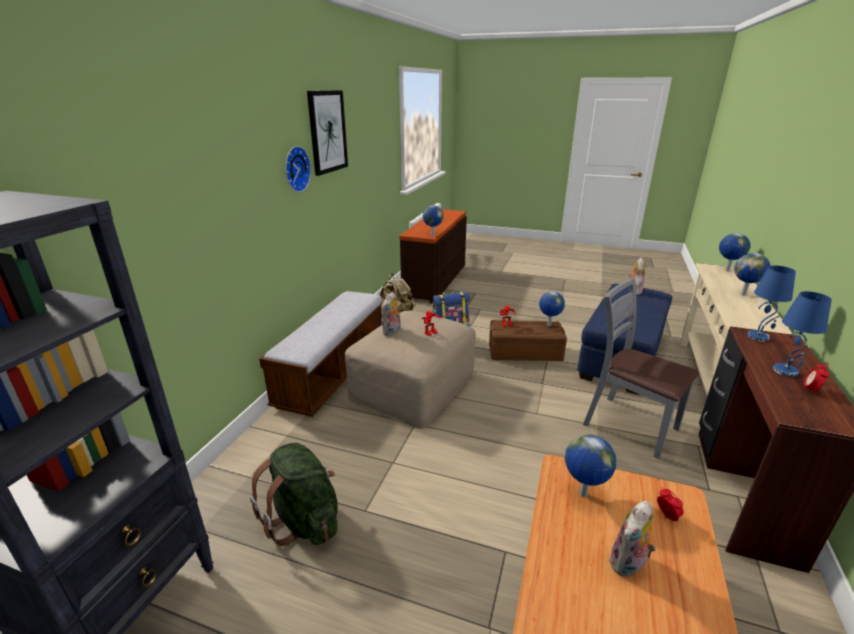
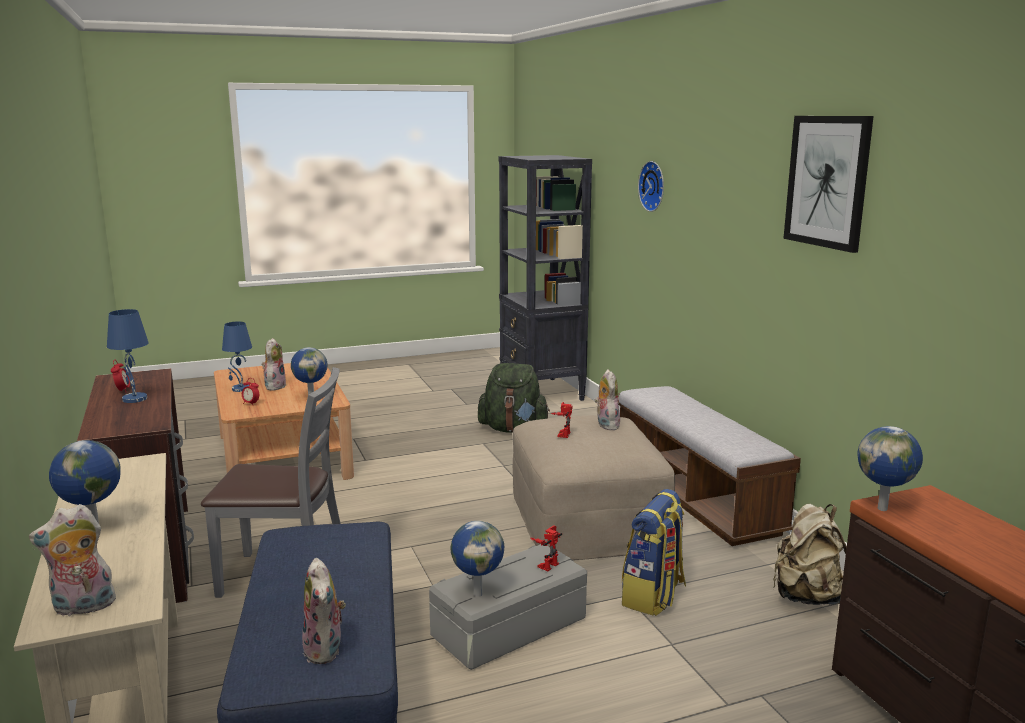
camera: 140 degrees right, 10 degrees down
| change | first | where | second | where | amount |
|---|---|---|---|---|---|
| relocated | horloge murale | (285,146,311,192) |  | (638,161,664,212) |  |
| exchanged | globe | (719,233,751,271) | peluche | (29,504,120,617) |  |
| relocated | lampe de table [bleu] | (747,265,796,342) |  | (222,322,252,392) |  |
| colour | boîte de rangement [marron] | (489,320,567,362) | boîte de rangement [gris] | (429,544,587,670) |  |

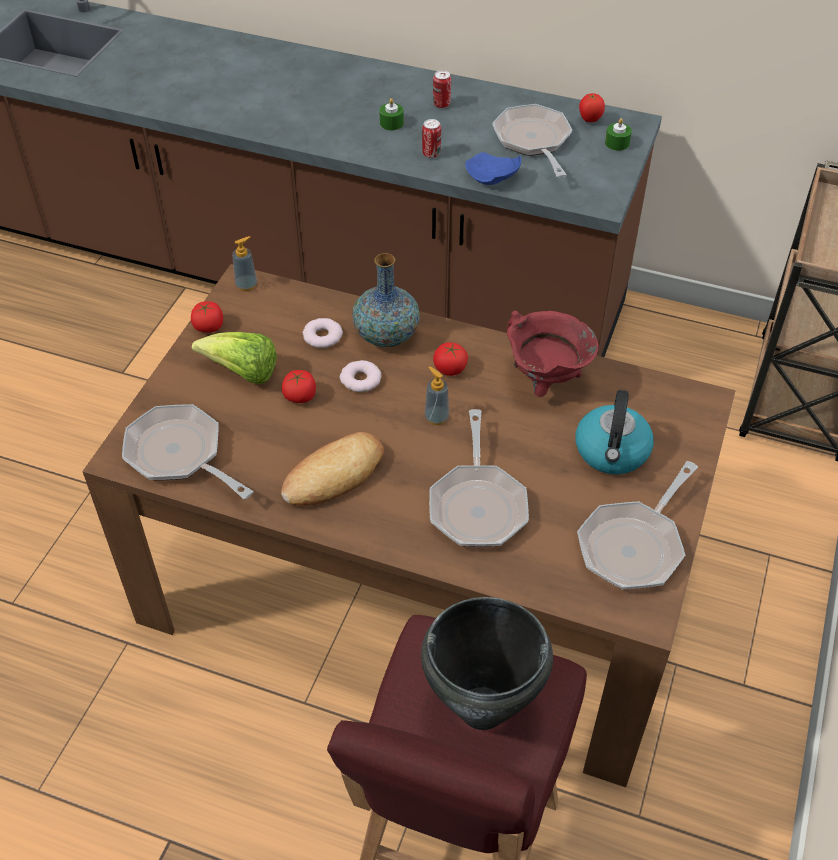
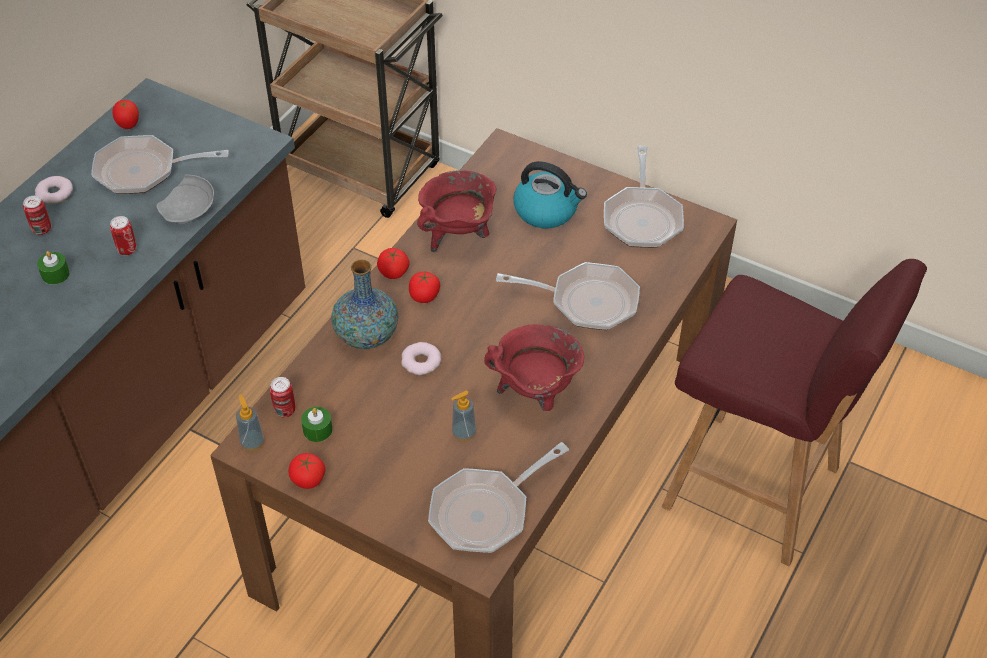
camera: 80 degrees left, 0 degrees up
| change | first | where | second | where | amount |
|---|---|---|---|---|---|
| relocated | bougie [vert] | (605,118,632,151) |  | (301,407,333,442) |  |
| colour | assiette [bleu] | (465,152,521,185) | assiette [gris] | (156,174,214,224) |  |
| relocated | beignet | (303,318,343,348) |  | (35,176,73,204) |  |
| missing | laitue | (192,332,277,384) |  |  |  |
| relocated | distributeur de savon | (425,366,449,425) |  | (451,391,476,441) |  |
| relocated | tomate | (282,370,316,403) |  | (377,248,410,279) |  |
| exchanged | pain | (281,432,384,506) | marmite [rouge] | (484,324,584,411) |  |
| spun | poêle | (577,461,698,589) |  | (604,146,684,248) | 45 degrees clockwise |
| missing | marmite [noir] | (421,597,553,730) |  |  |  |
| appeared |  |  | boîte métallique | (270,377,295,417) |  |

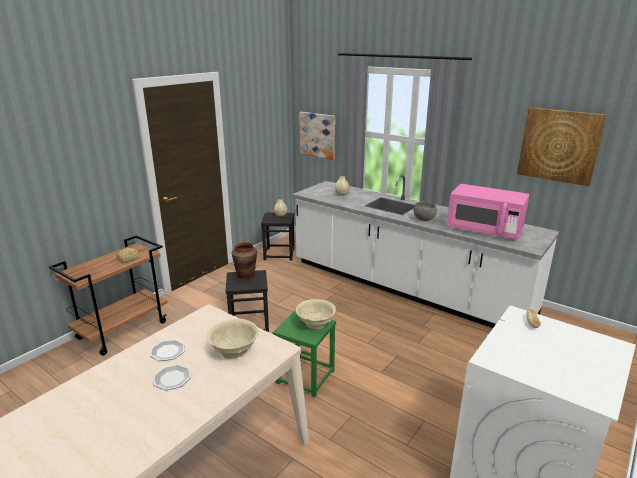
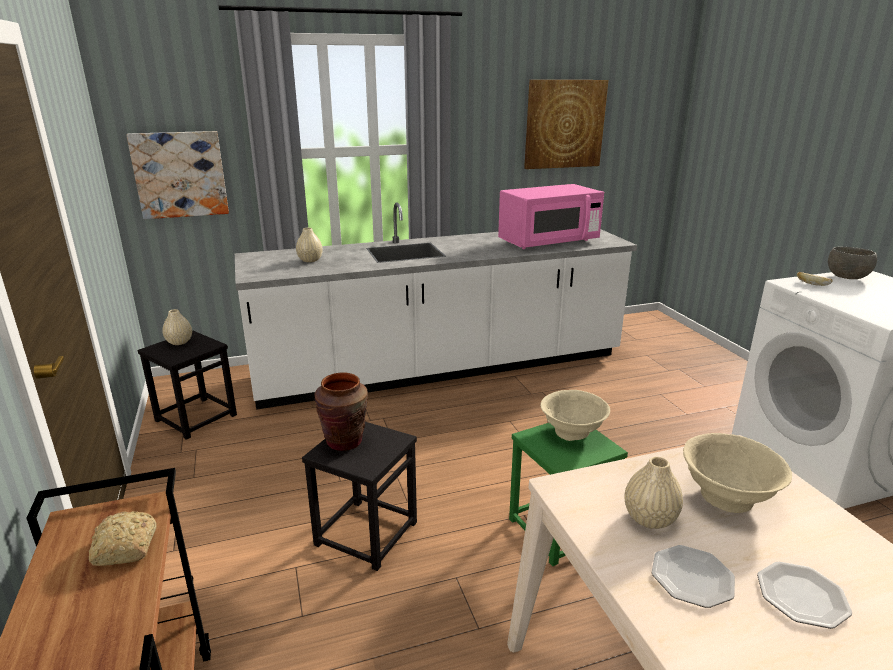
camera: 55 degrees left, 0 degrees up
| change | first | where | second | where | amount |
|---|---|---|---|---|---|
| relocated | bol [gris] | (414,202,437,221) |  | (828,247,877,279) |  |
| appeared |  |  | vase [beige] | (625,457,683,529) |  |

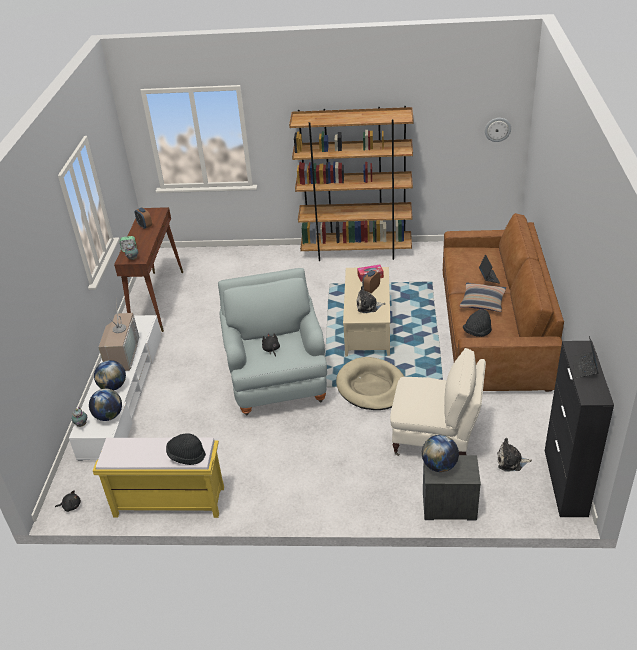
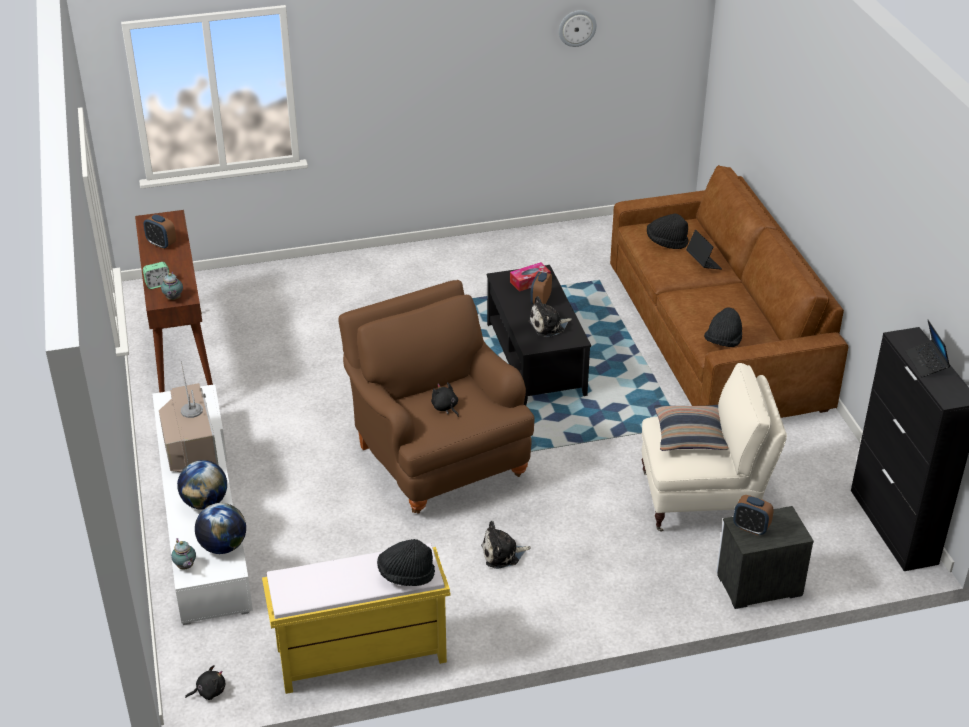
camera: 20 degrees left, 0 degrees up
| change | first | where | second | where | amount |
|---|---|---|---|---|---|
| missing | bibliothèque [marron] | (289,106,414,261) |  |  |  |
| relocated | horloge murale | (485,118,511,142) |  | (559,10,597,47) |  |
| colour | table basse [beige] | (343,267,390,356) | table basse [noir] | (487,265,591,405) |  |
| colour | fauteuil [gris] | (218,268,327,415) | fauteuil [marron] | (338,280,534,513) |  |
| relocated | coussin | (459,282,506,312) |  | (654,405,729,451) |  |
| missing | panier pour chien [beige] | (336,357,404,410) |  |  |  |
| exchanged | globe | (422,435,459,472) | réveil | (733,495,774,535) |  |
| relocated | peluche | (497,438,532,472) |  | (481,521,531,569) |  |
| appeared |  |  | chapeau [noir] | (647,213,688,249) |  |

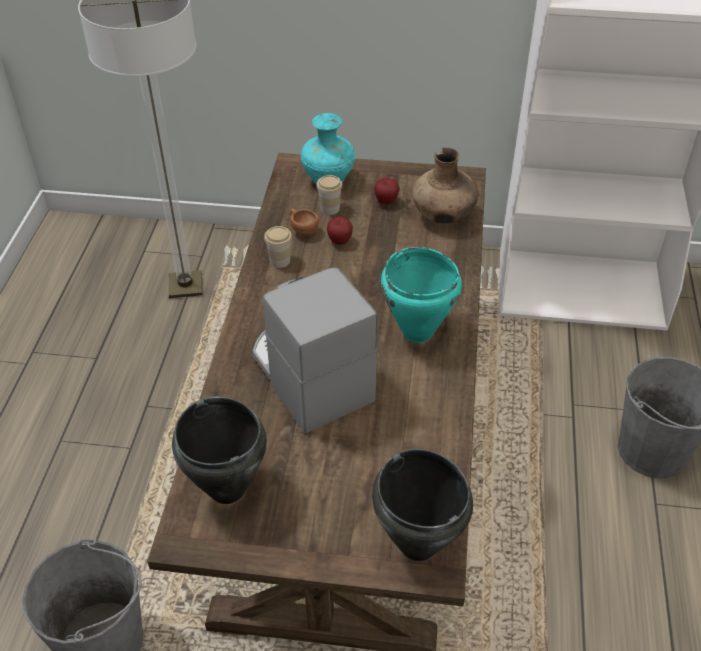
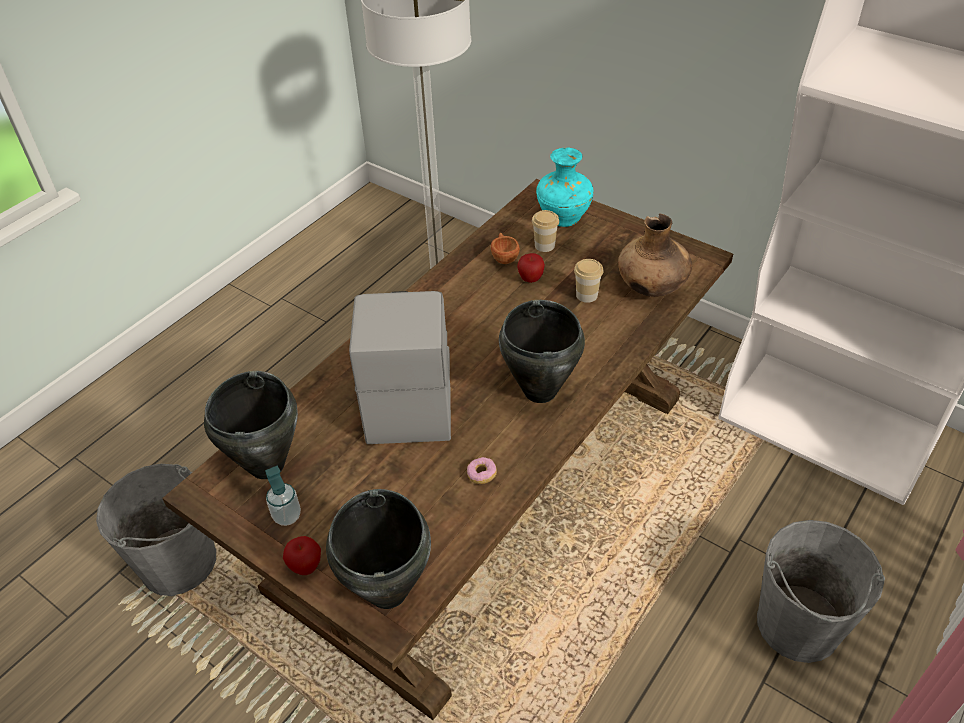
camera: 30 degrees right, 0 degrees up
| change | first | where | second | where | amount |
|---|---|---|---|---|---|
| relocated | pomme | (374,178,400,204) |  | (283,536,321,575) |  |
| relocated | tasse | (264,226,292,268) |  | (574,259,603,303) |  |
| colour | marmite [turquoise] | (381,247,462,343) | marmite [noir] | (499,300,585,403) |  |
| appeared |  |  | beignet | (467,457,497,484) |  |
| appeared |  |  | distributeur de savon | (265,466,301,526) |  |

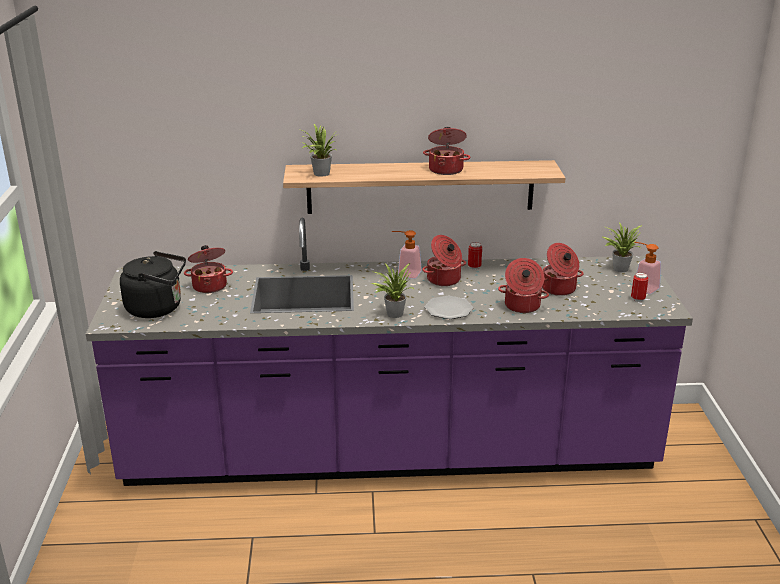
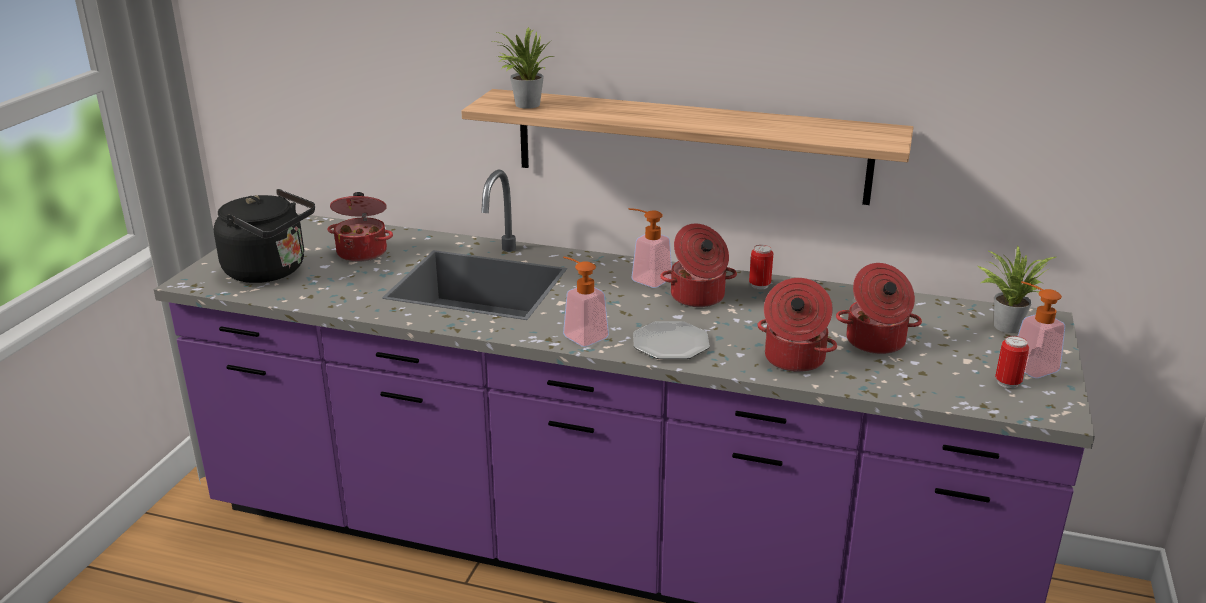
camera: 20 degrees right, 0 degrees up
| change | first | where | second | where | amount |
|---|---|---|---|---|---|
| missing | marmite | (423,127,470,175) |  |  |  |
| exchanged | plante en pot | (371,263,415,318) | distributeur de savon | (563,256,609,347) |  |

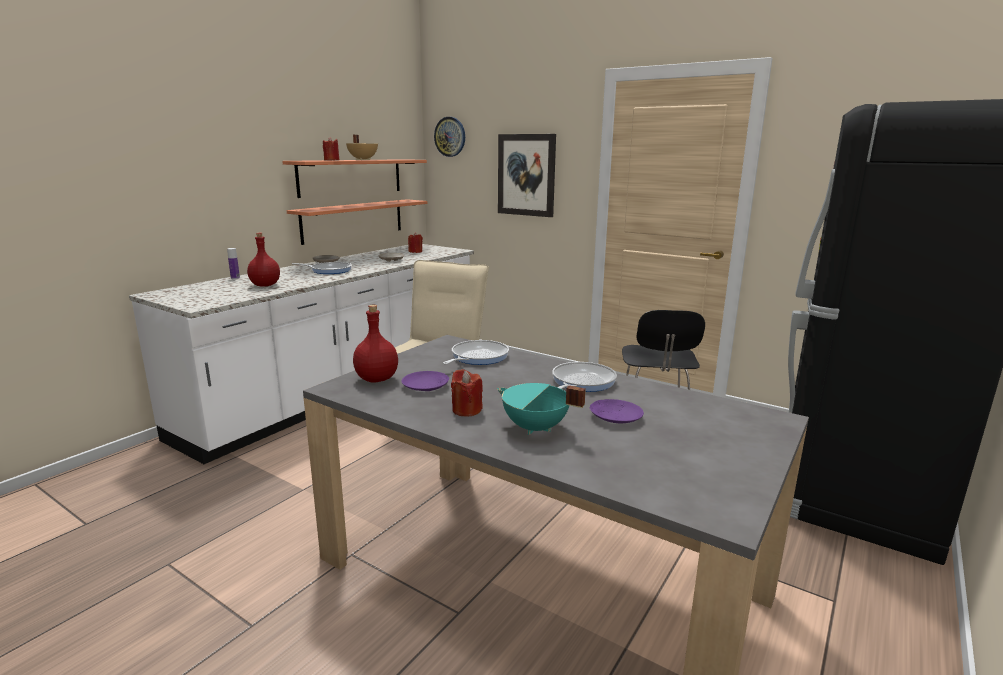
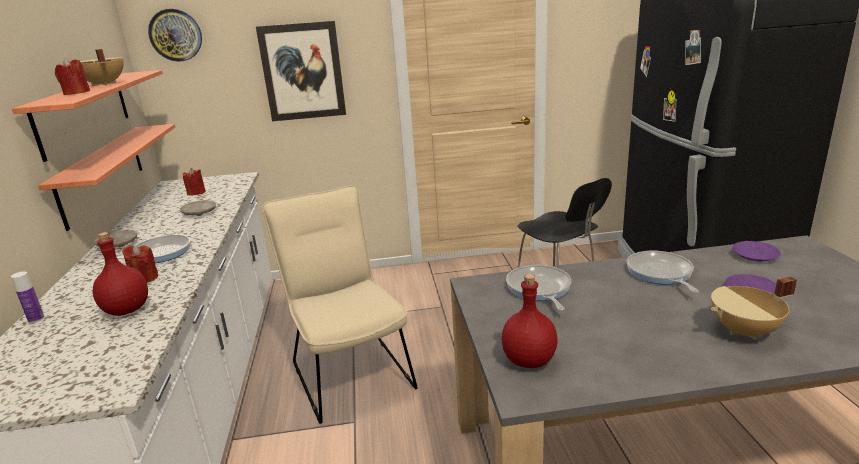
camera: 40 degrees left, 5 degrees up
| change | first | where | second | where | amount |
|---|---|---|---|---|---|
| relocated | bougie [rouge] | (451,369,483,416) |  | (122,245,158,283) |  |
| relocated | assiette [violet] | (401,371,449,391) |  | (732,241,781,261) |  |
| colour | marmite [turquoise] | (497,383,586,435) | marmite [beige] | (711,277,797,340) |  |

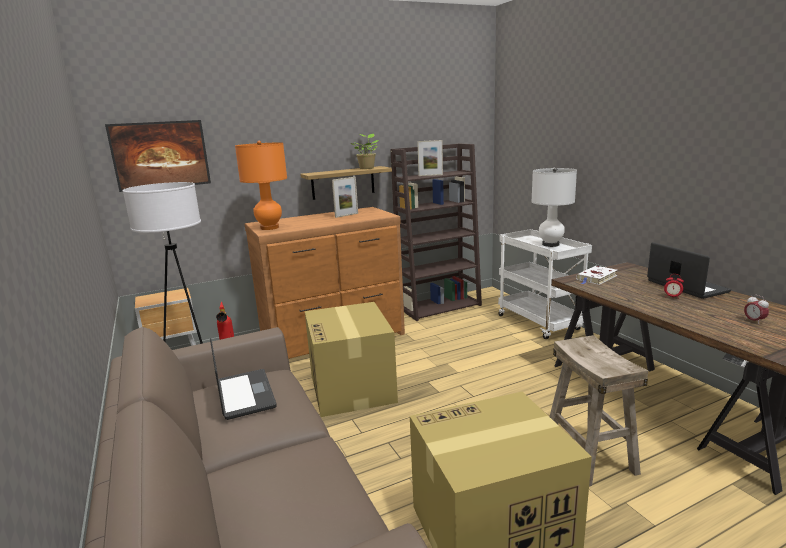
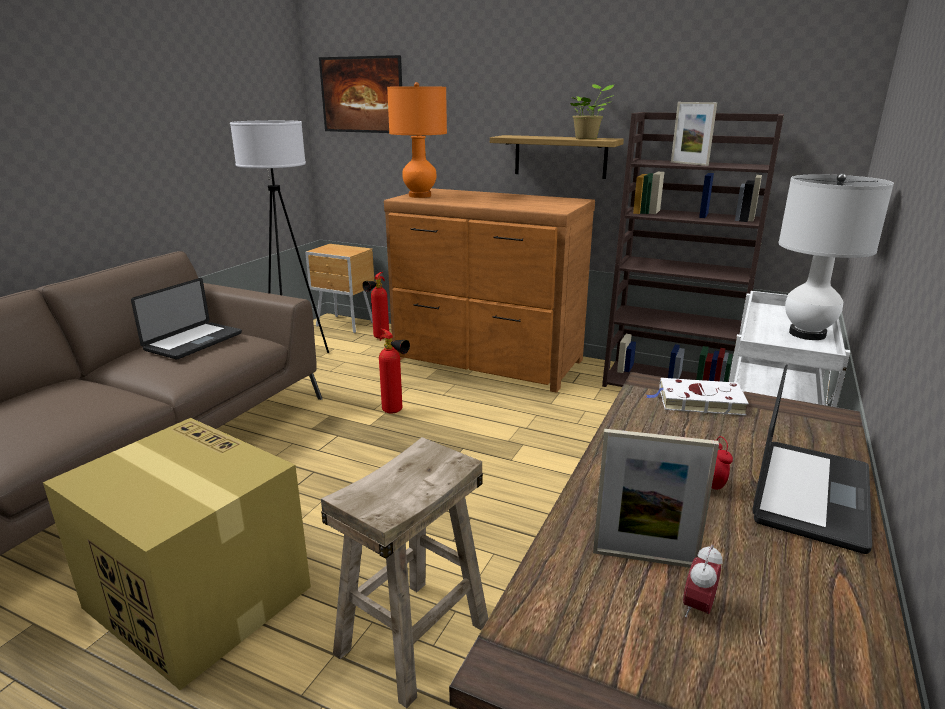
camera: 50 degrees right, 5 degrees up
| change | first | where | second | where | amount |
|---|---|---|---|---|---|
| relocated | cadre photo | (332,177,358,218) |  | (593,429,719,568) |  |
| exchanged | carton | (305,302,398,417) | extincteur | (379,329,410,413) |  |

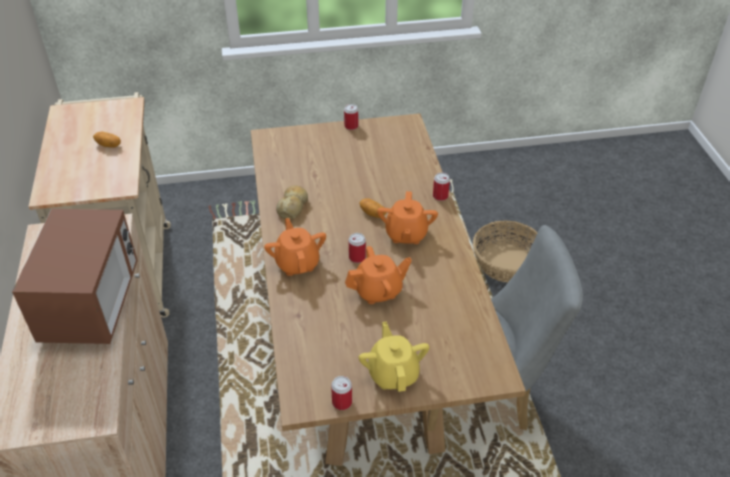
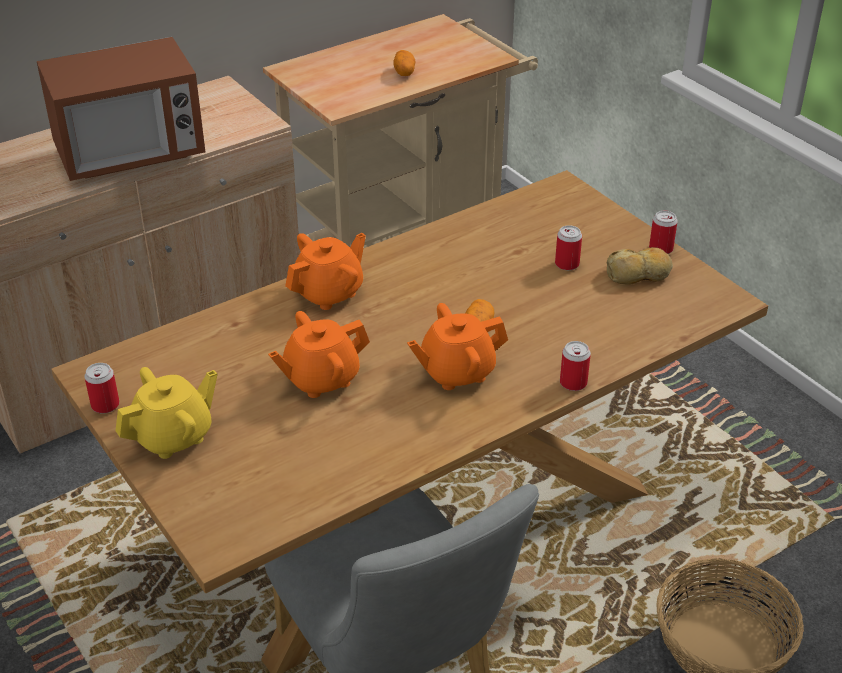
camera: 65 degrees right, 5 degrees down
| change | first | where | second | where | amount |
|---|---|---|---|---|---|
| relocated | pain | (276,185,308,219) |  | (607,247,673,284) |  |
| relocated | boîte métallique | (349,233,366,263) |  | (555,225,582,270) |  |
| spun | théière [orange] | (345,246,412,304) |  | (268,311,370,398) | 105 degrees clockwise |

